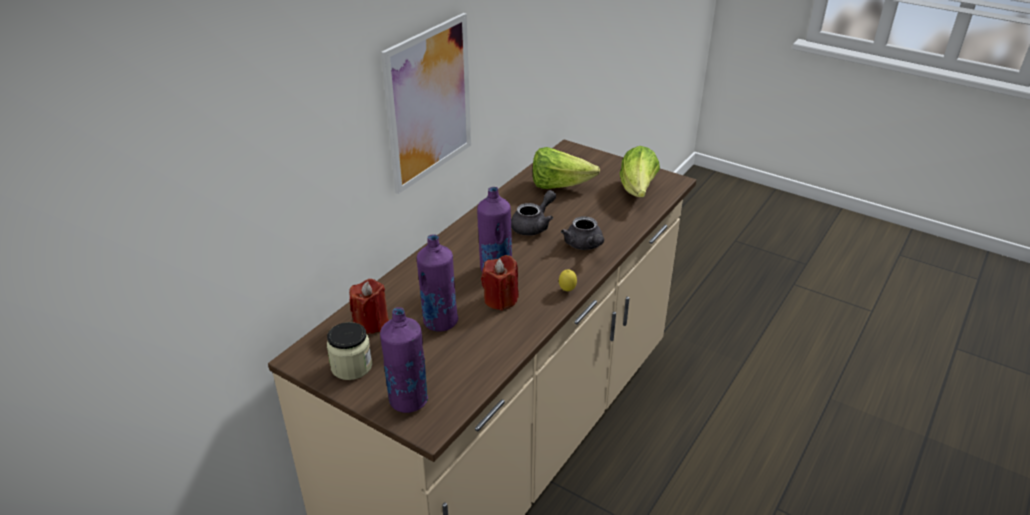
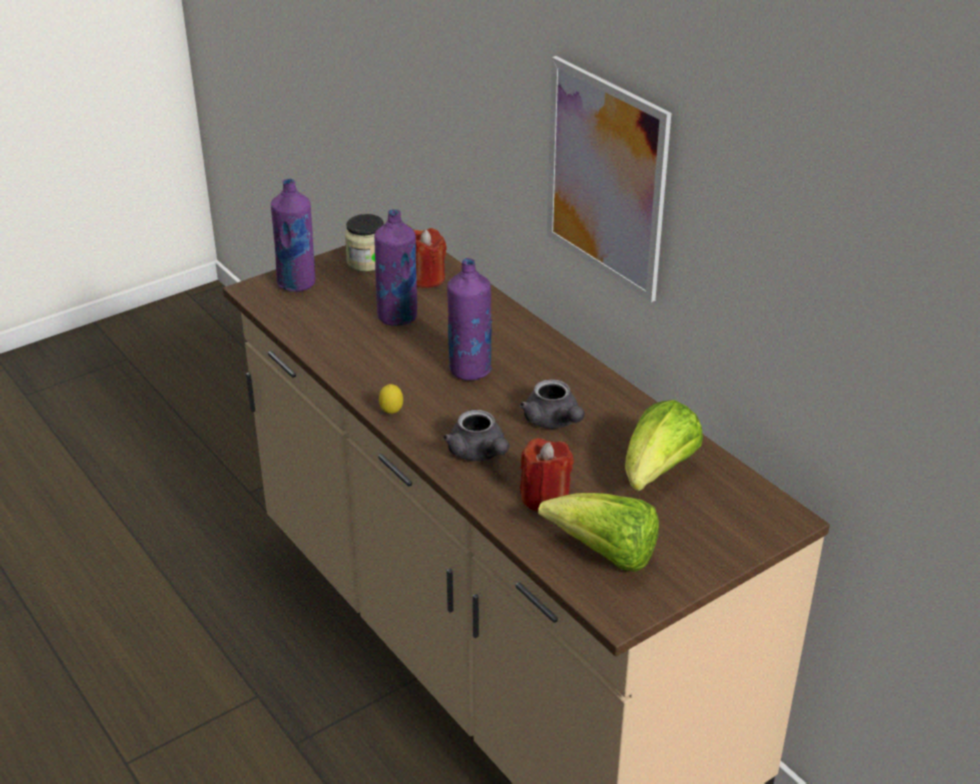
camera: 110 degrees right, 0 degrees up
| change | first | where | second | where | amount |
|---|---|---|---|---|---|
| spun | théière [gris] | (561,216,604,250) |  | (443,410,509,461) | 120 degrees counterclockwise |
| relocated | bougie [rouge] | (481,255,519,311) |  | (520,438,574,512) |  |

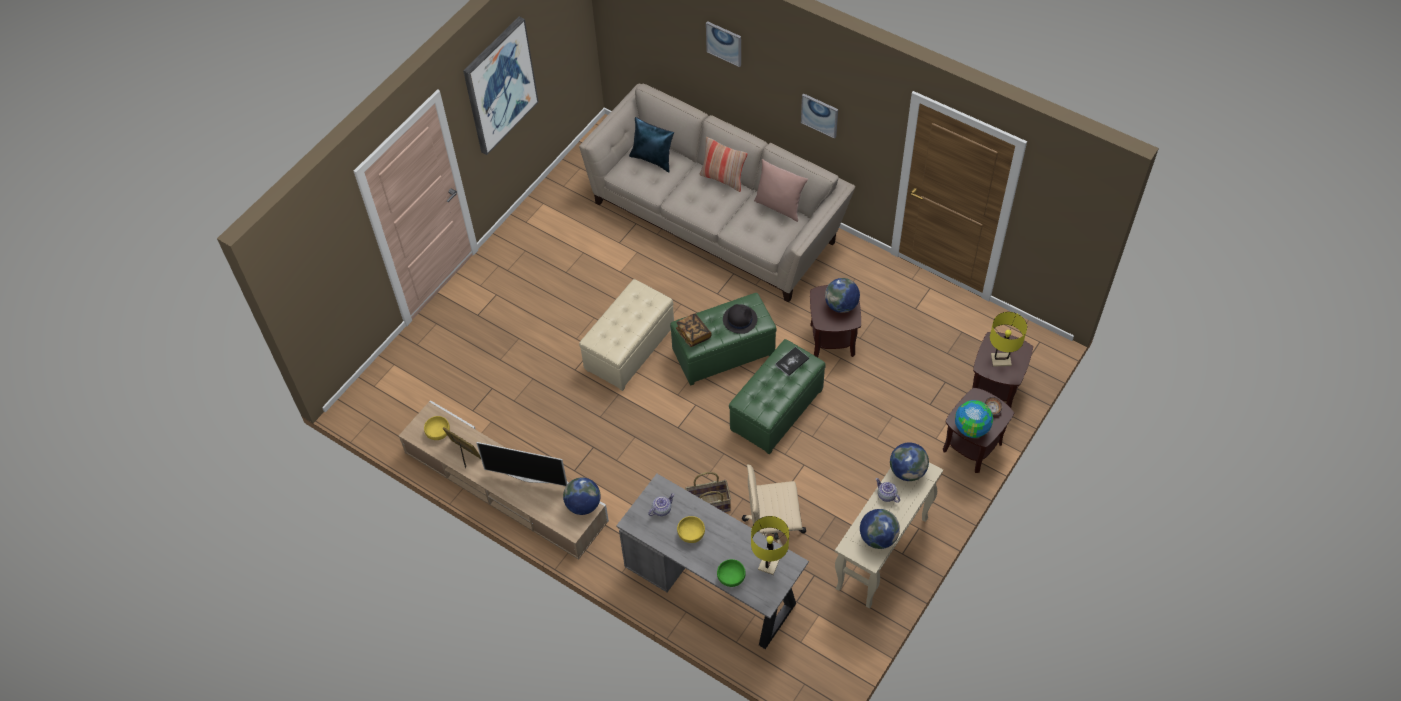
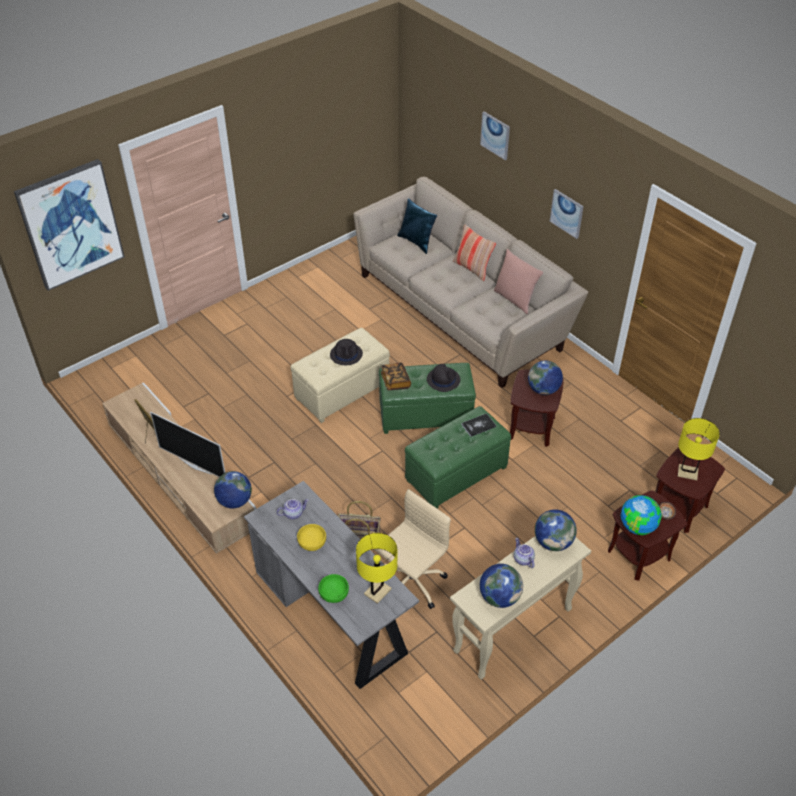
camera: 15 degrees right, 10 degrees down
| change | first | where | second | where | amount |
|---|---|---|---|---|---|
| relocated | tableau | (463,17,538,155) |  | (14,159,125,291) |  |
| missing | bol [jaune] | (424,416,450,440) |  |  |  |
| spun | chaise de bureau [beige] | (742,464,806,546) |  | (374,489,451,609) | 120 degrees clockwise |
| appeared |  |  | chapeau [noir] | (330,339,363,365) |  |

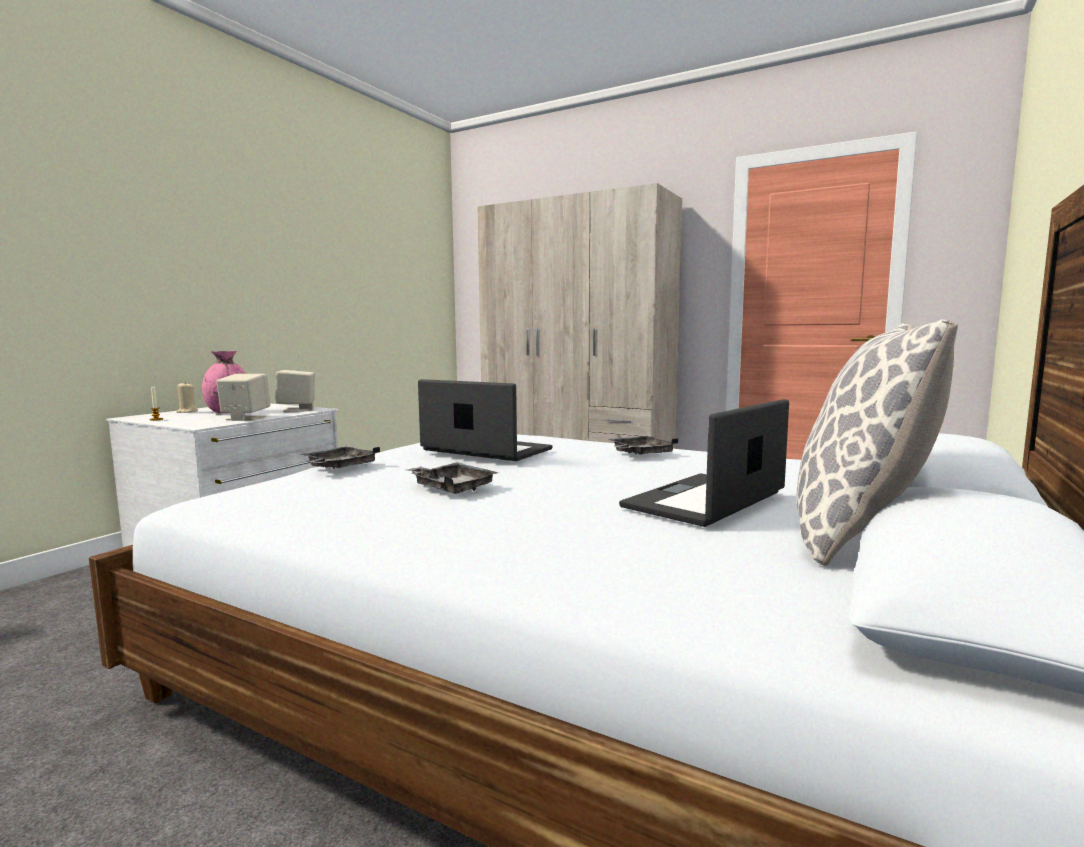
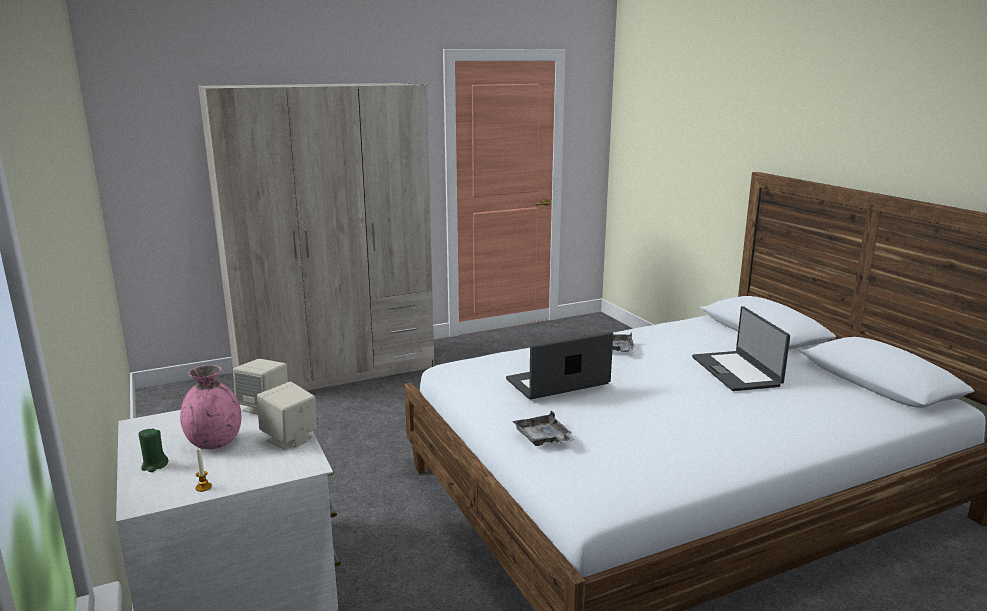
camera: 55 degrees left, 10 degrees up
| change | first | where | second | where | amount |
|---|---|---|---|---|---|
| missing | coussin | (796,319,958,566) |  |  |  |
| colour | bougie [beige] | (176,383,198,413) | bougie [vert] | (139,428,169,472) |  |
| missing | plateau [gris] | (407,462,499,494) |  |  |  |

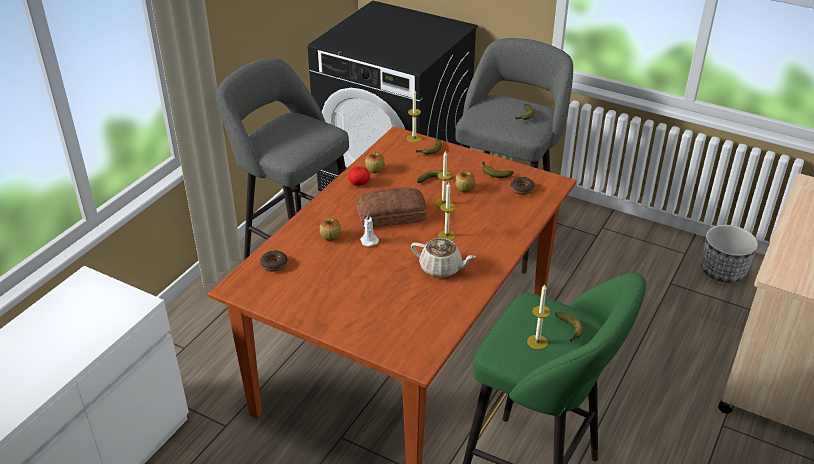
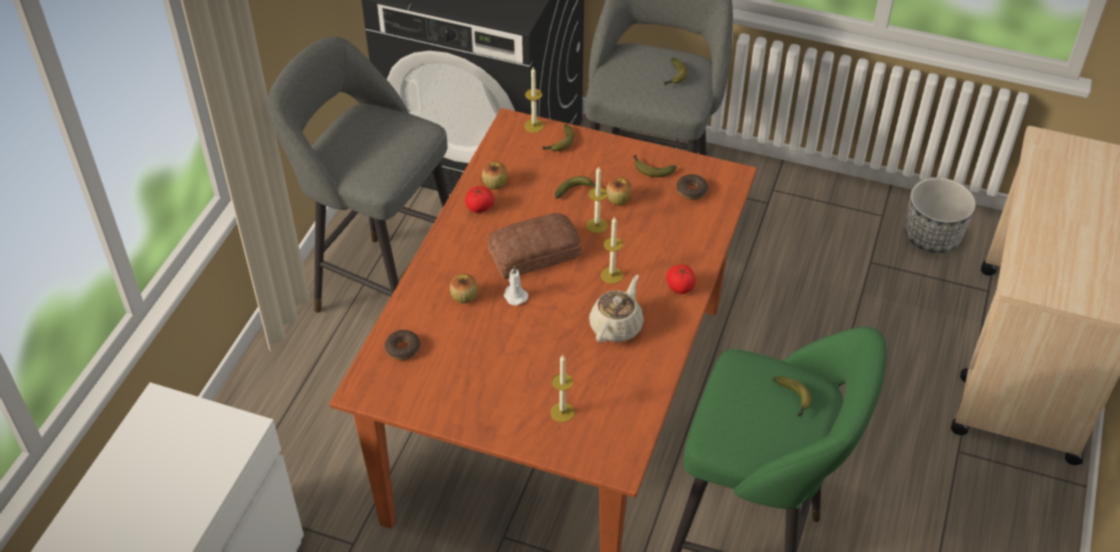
camera: 10 degrees left, 10 degrees up
| change | first | where | second | where | amount |
|---|---|---|---|---|---|
| spun | théière [beige] | (411,238,476,278) |  | (589,275,644,343) | 75 degrees counterclockwise |
| relocated | bougie | (527,284,550,350) |  | (550,355,575,422) |  |
| appeared |  |  | tomate | (666,264,696,294) |  |

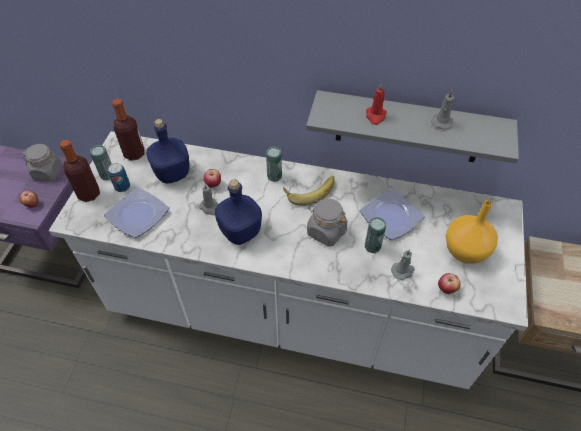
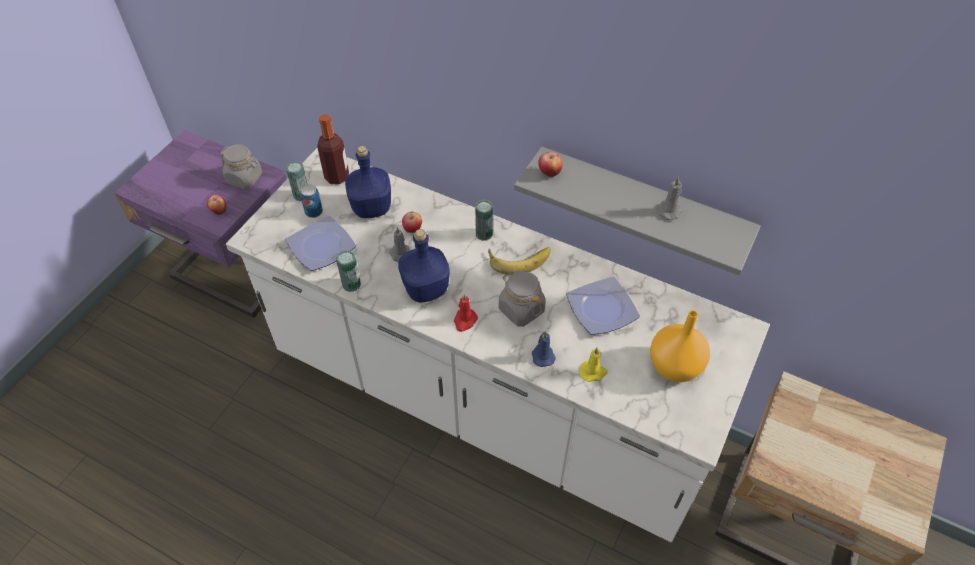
camera: 15 degrees right, 0 degrees up
| change | first | where | second | where | amount |
|---|---|---|---|---|---|
| relocated | bougie [rouge] | (366,83,387,125) |  | (454,294,478,332) |  |
| missing | bouteille | (60,140,100,202) |  |  |  |
| relocated | boîte métallique | (365,217,386,253) |  | (336,250,361,292) |  |
| colour | bougie [gris] | (391,249,415,280) | bougie [jaune] | (579,348,608,382) |  |
| relocated | pomme | (438,273,461,294) |  | (538,152,563,177) |  |
| appeared |  |  | bougie [bleu] | (532,331,556,367) |  |

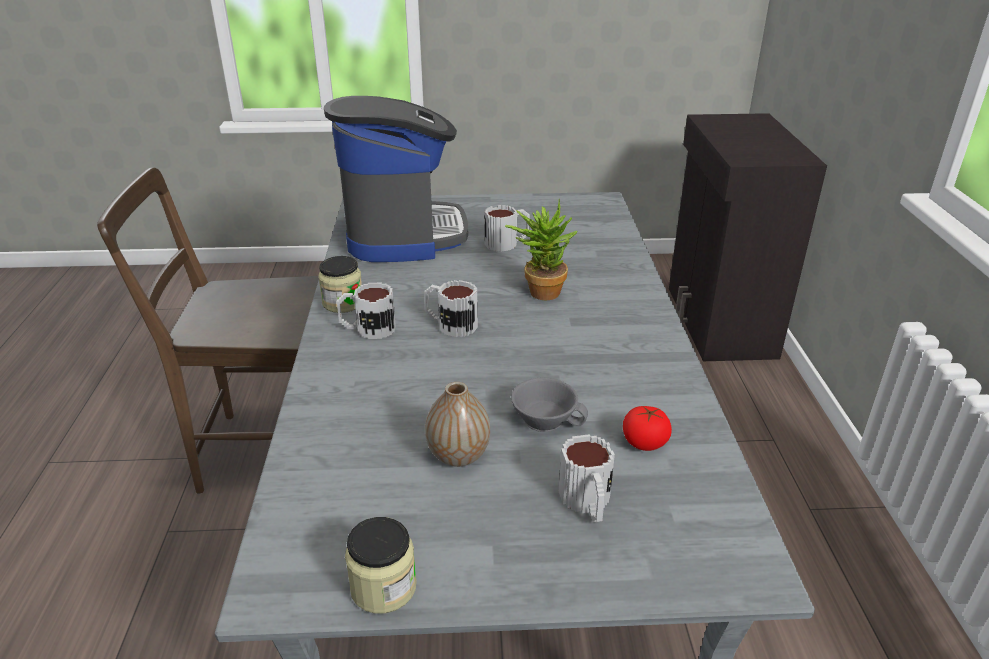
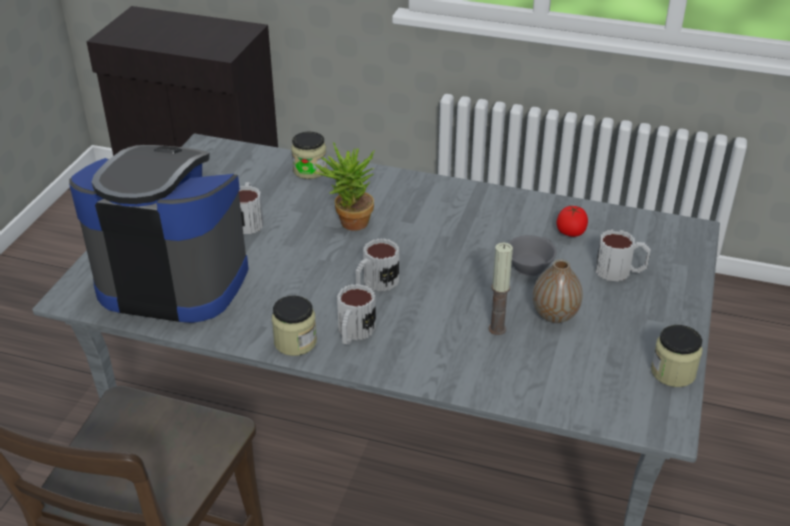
camera: 70 degrees left, 5 degrees up
| change | first | where | second | where | amount |
|---|---|---|---|---|---|
| appeared |  |  | bocal | (291,132,327,179) |  |
| appeared |  |  | bougie | (488,242,513,335) |  |

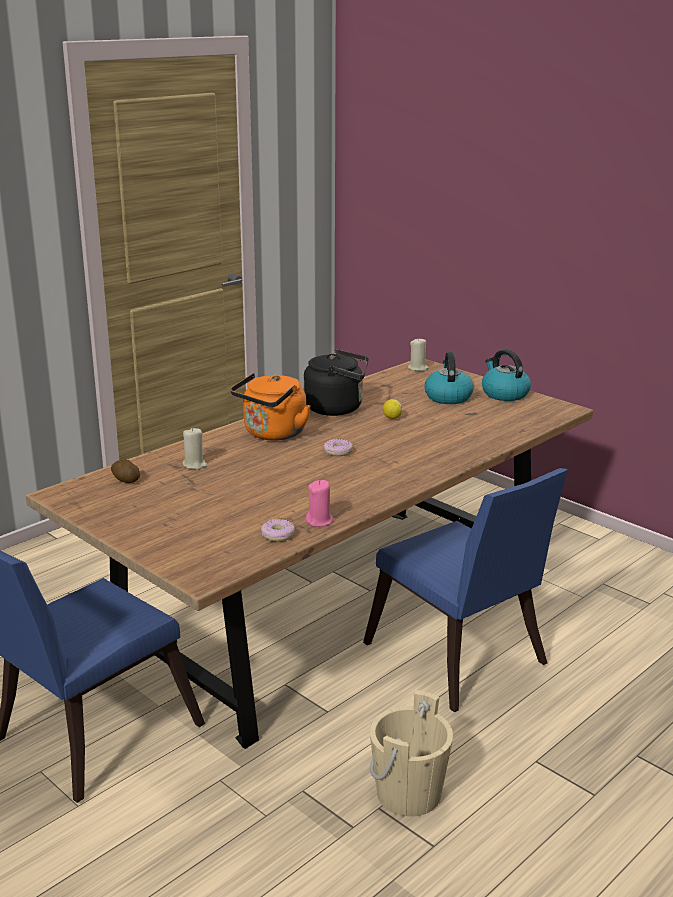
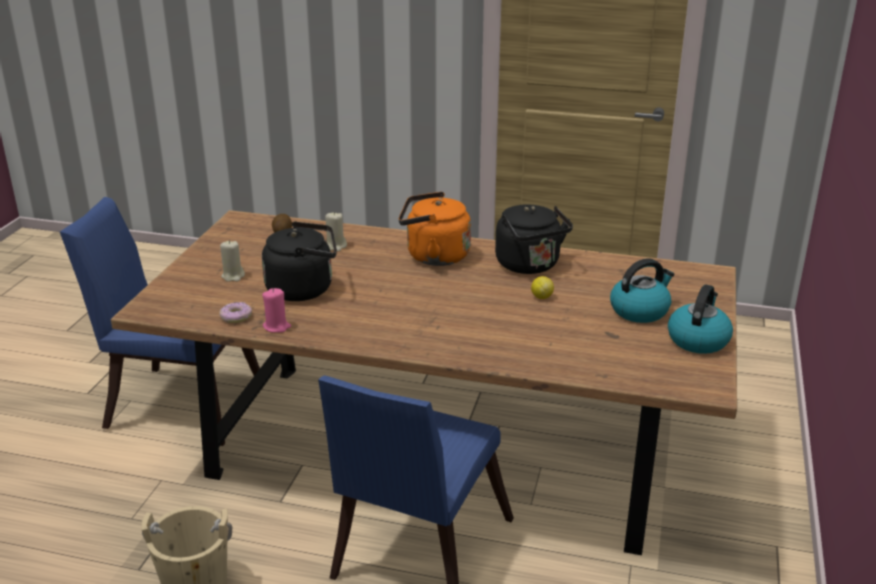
camera: 60 degrees right, 5 degrees up
| change | first | where | second | where | amount |
|---|---|---|---|---|---|
| relocated | bougie [beige] | (408,339,429,371) |  | (220,240,245,282) |  |
| missing | beignet | (324,439,353,456) |  |  |  |
| appeared |  |  | bouilloire [noir] | (262,221,337,301) |  |

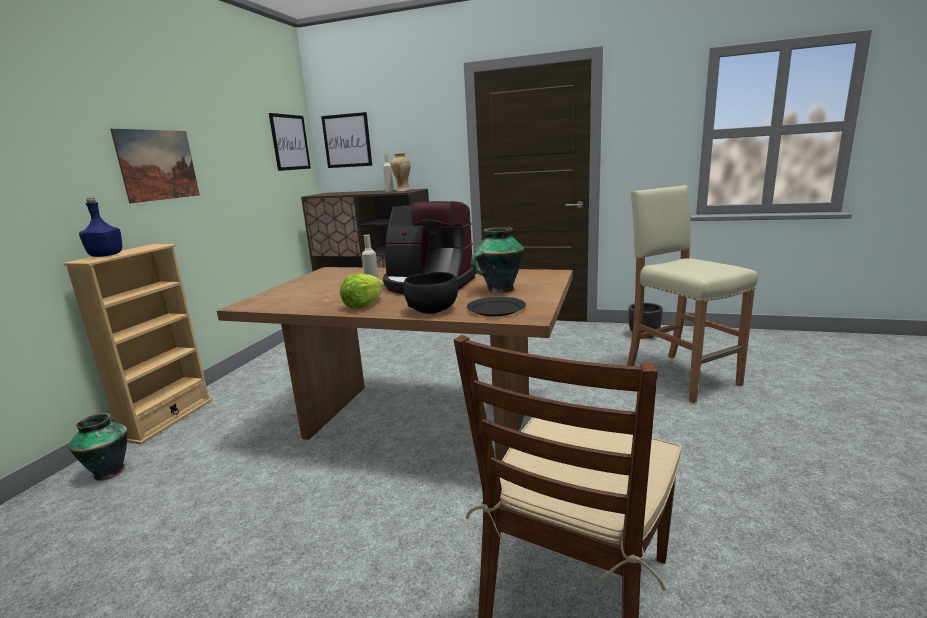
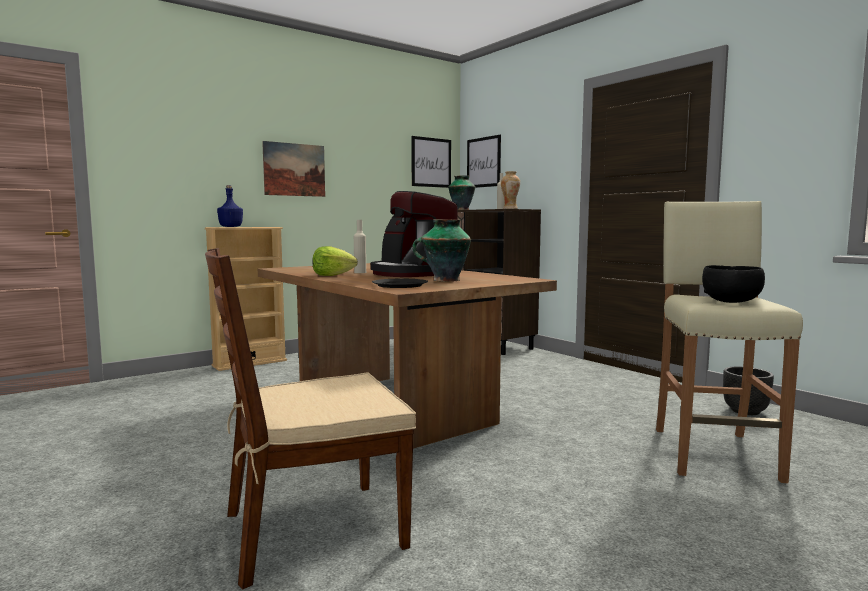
camera: 35 degrees right, 10 degrees down
| change | first | where | second | where | amount |
|---|---|---|---|---|---|
| relocated | bol [noir] | (403,272,458,314) |  | (702,265,765,303) |  |
| relocated | vase | (68,413,128,481) |  | (448,175,475,210) |  |

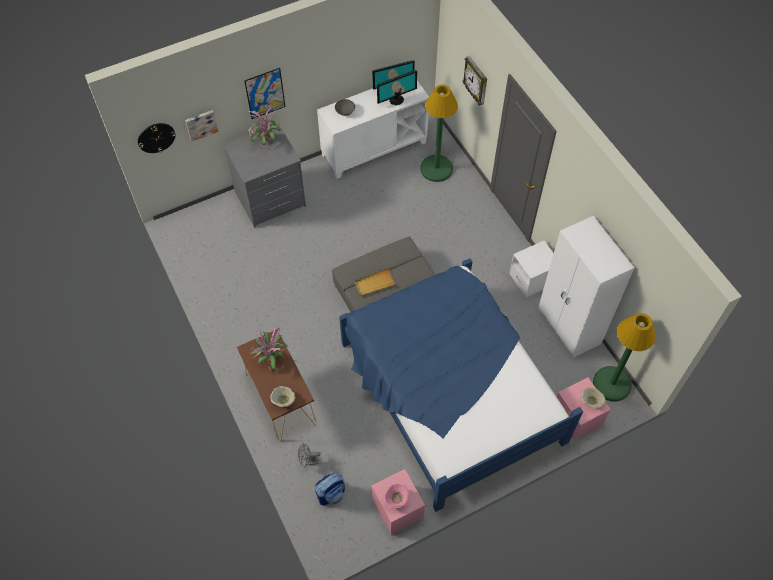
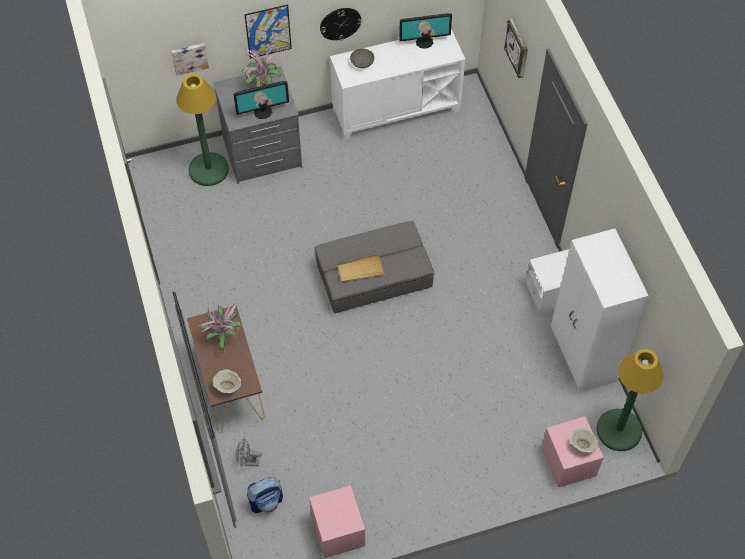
camera: 10 degrees right, 0 degrees up
| change | first | where | second | where | amount |
|---|---|---|---|---|---|
| relocated | écran d'ordinateur | (377,70,417,105) |  | (233,81,289,119) |  |
| relocated | lampadaire [vert] | (420,85,458,182) |  | (176,74,229,186) |  |
| relocated | horloge murale | (138,123,175,153) |  | (320,8,361,41) |  |
| missing | lit [bleu] | (339,258,583,512) |  |  |  |
| missing | bol [rose] | (384,484,409,508) |  |  |  |

